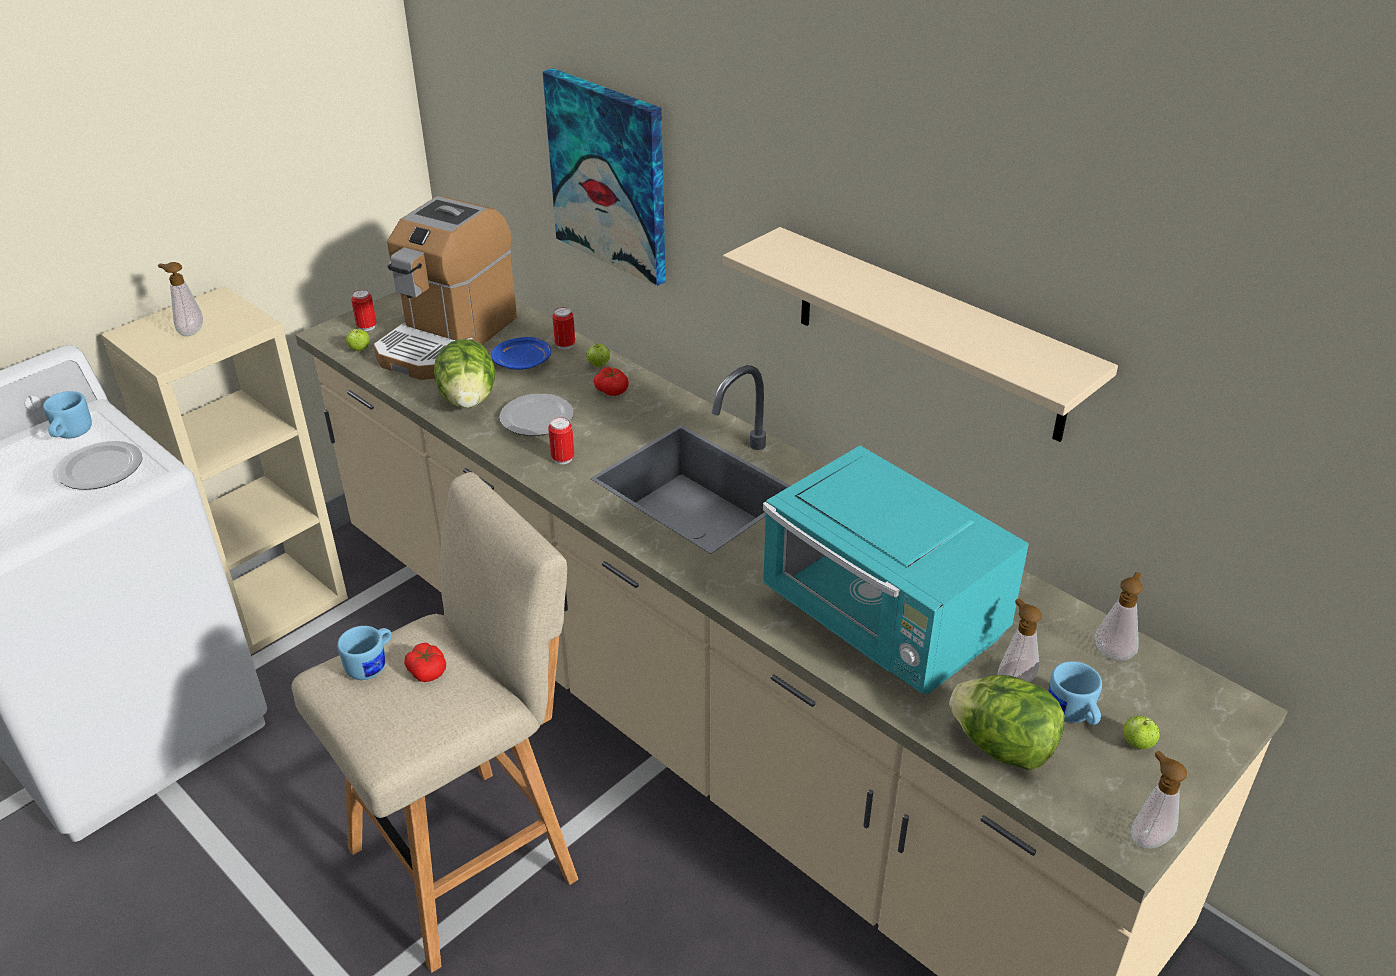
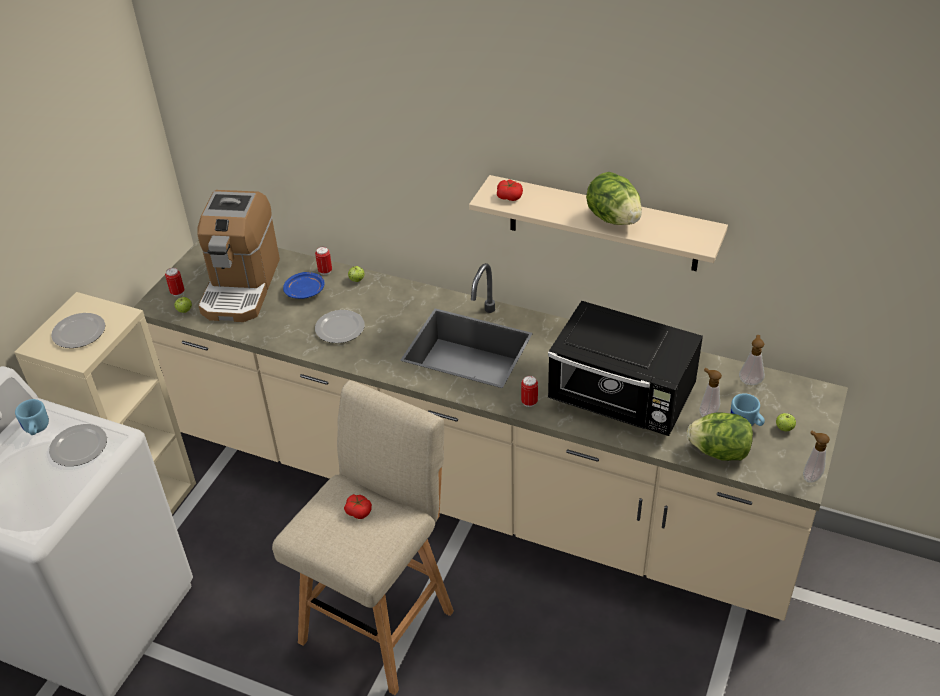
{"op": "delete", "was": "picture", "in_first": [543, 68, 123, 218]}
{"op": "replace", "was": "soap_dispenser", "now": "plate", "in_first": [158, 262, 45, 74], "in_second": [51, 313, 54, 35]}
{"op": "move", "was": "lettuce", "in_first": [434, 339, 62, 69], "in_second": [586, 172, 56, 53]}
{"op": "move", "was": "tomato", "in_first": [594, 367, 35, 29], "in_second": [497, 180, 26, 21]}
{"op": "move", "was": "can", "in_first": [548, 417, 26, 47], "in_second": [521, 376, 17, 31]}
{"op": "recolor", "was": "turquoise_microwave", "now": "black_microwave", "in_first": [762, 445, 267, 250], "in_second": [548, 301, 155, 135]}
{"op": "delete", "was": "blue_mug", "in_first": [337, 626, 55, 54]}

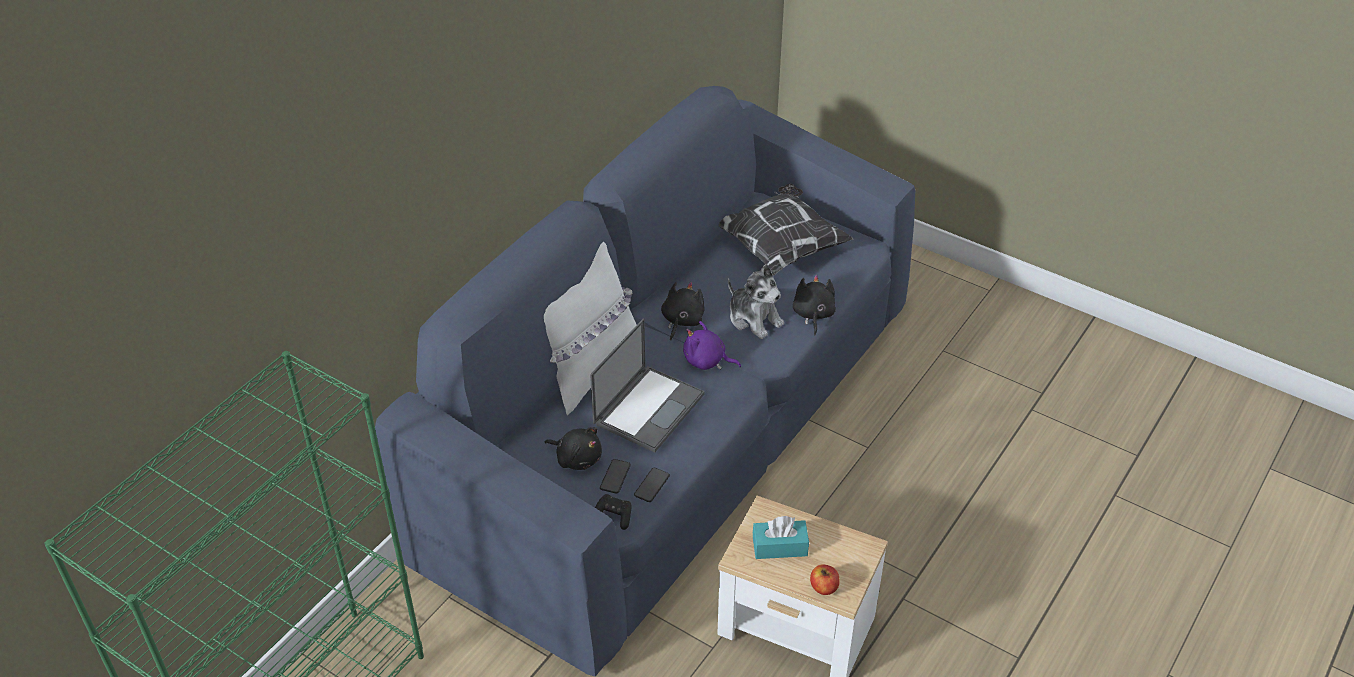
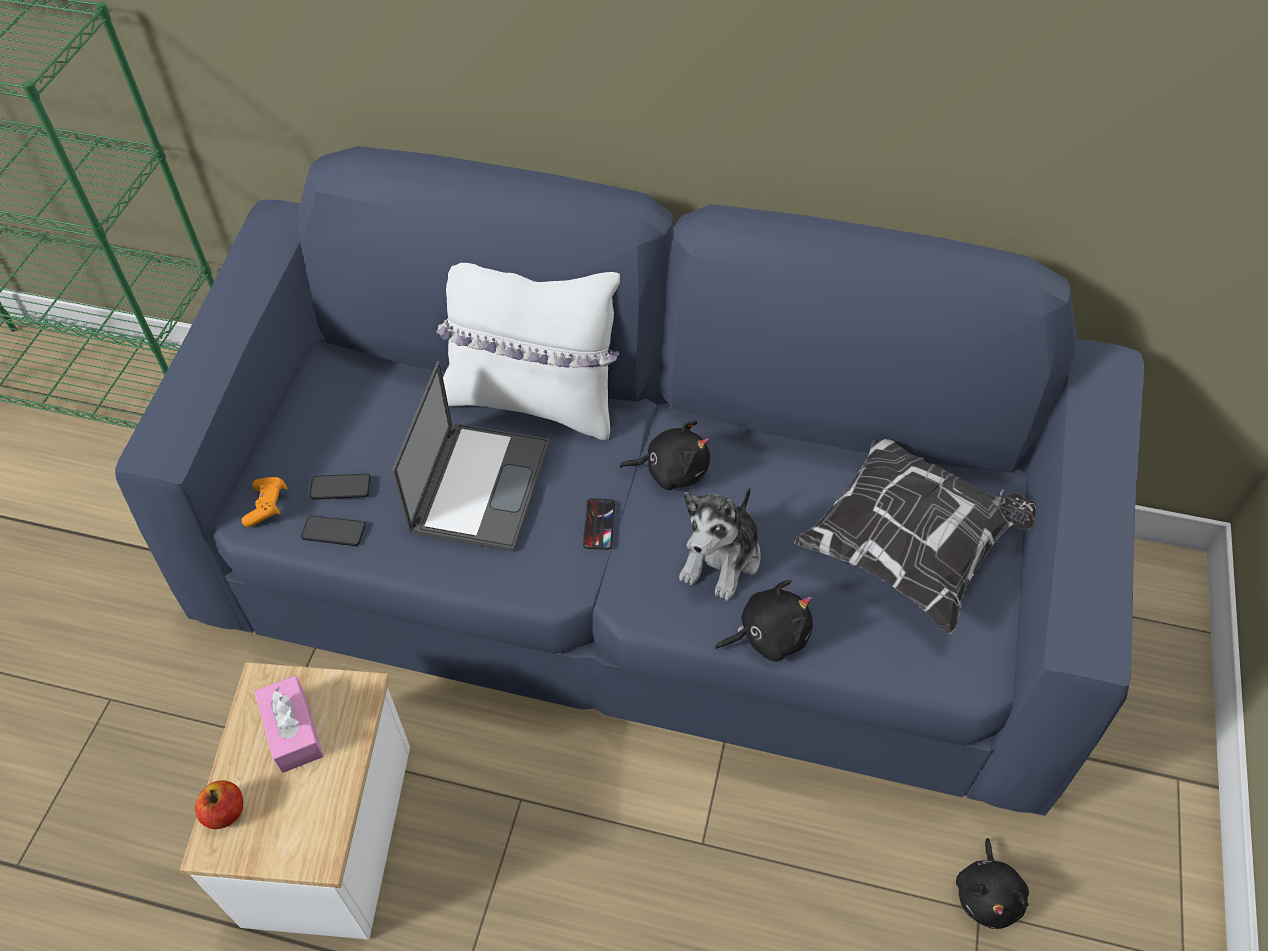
{"op": "rotate", "was": "laptop", "in_first": [590, 319, 115, 134], "in_second": [391, 361, 159, 191], "clockwise": -90}
{"op": "replace", "was": "purple_plush_toy", "now": "phone", "in_first": [683, 321, 58, 49], "in_second": [583, 498, 32, 52]}
{"op": "move", "was": "black_plush_toy", "in_first": [545, 427, 57, 43], "in_second": [956, 838, 73, 91]}
{"op": "recolor", "was": "black_game_controller", "now": "orange_game_controller", "in_first": [595, 494, 37, 36], "in_second": [241, 477, 46, 50]}
{"op": "recolor", "was": "turquoise_tissue_box", "now": "pink_tissue_box", "in_first": [753, 516, 56, 43], "in_second": [254, 676, 70, 97]}

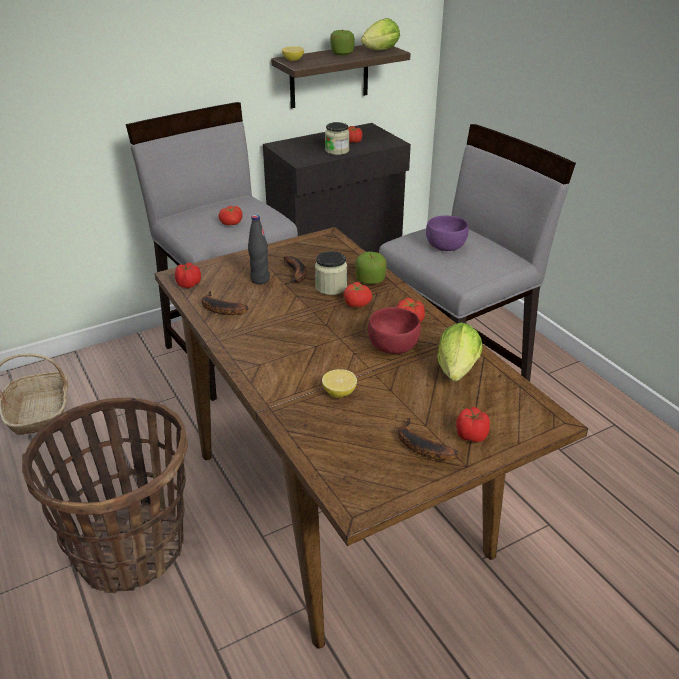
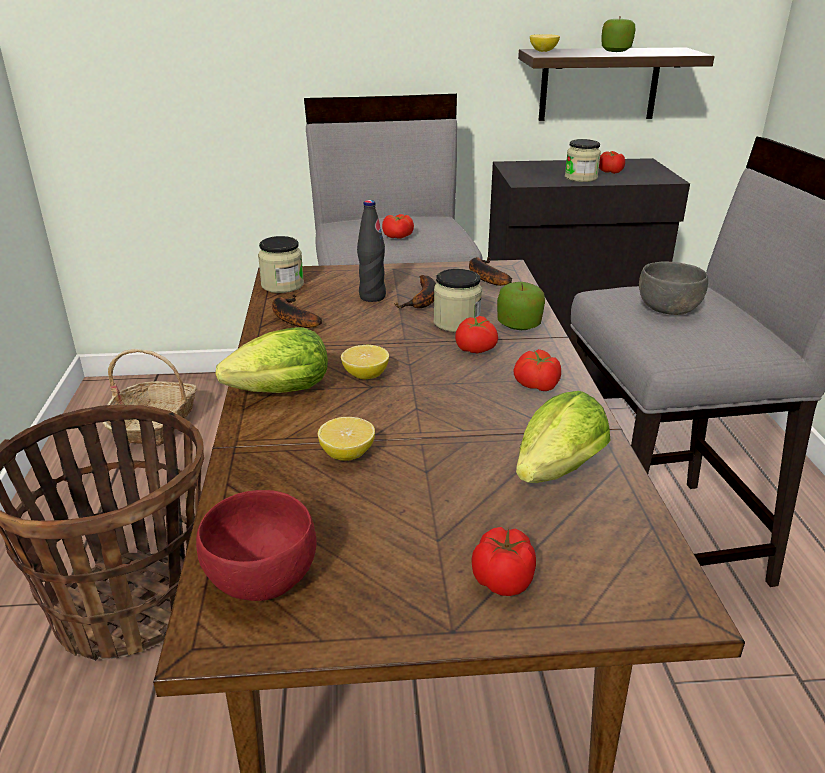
{"op": "move", "was": "lettuce", "in_first": [361, 18, 39, 33], "in_second": [215, 327, 113, 66]}
{"op": "recolor", "was": "purple_bowl", "now": "grey_bowl", "in_first": [426, 215, 43, 36], "in_second": [639, 261, 69, 54]}
{"op": "replace", "was": "tomato", "now": "jar", "in_first": [175, 262, 26, 26], "in_second": [258, 236, 46, 57]}
{"op": "move", "was": "red_bowl", "in_first": [368, 307, 53, 47], "in_second": [196, 490, 121, 111]}
{"op": "move", "was": "banana", "in_first": [398, 417, 60, 43], "in_second": [469, 257, 43, 29]}
{"op": "insert", "now": "lemon", "in_second": [341, 345, 48, 34]}

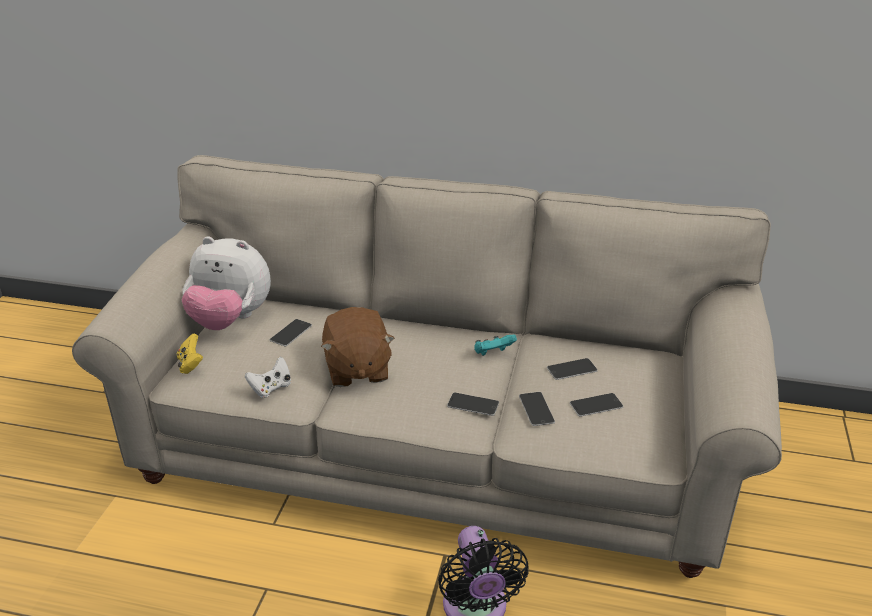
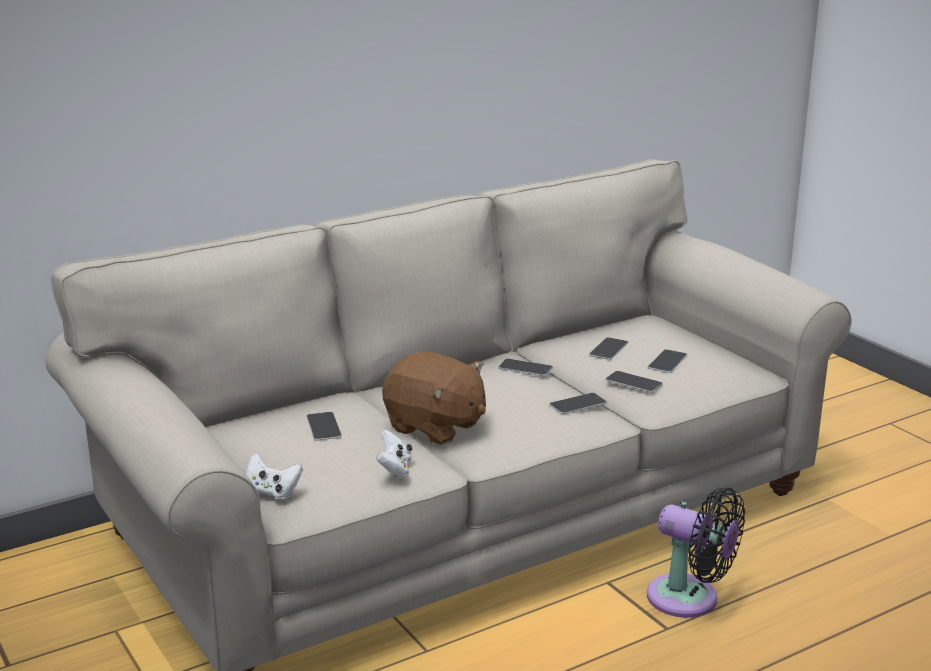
{"op": "delete", "was": "plush_toy", "in_first": [181, 236, 90, 94]}
{"op": "recolor", "was": "yellow_game_controller", "now": "white_game_controller", "in_first": [177, 333, 26, 41], "in_second": [246, 453, 57, 47]}
{"op": "replace", "was": "turquoise_game_controller", "now": "phone", "in_first": [474, 335, 43, 21], "in_second": [498, 359, 55, 17]}

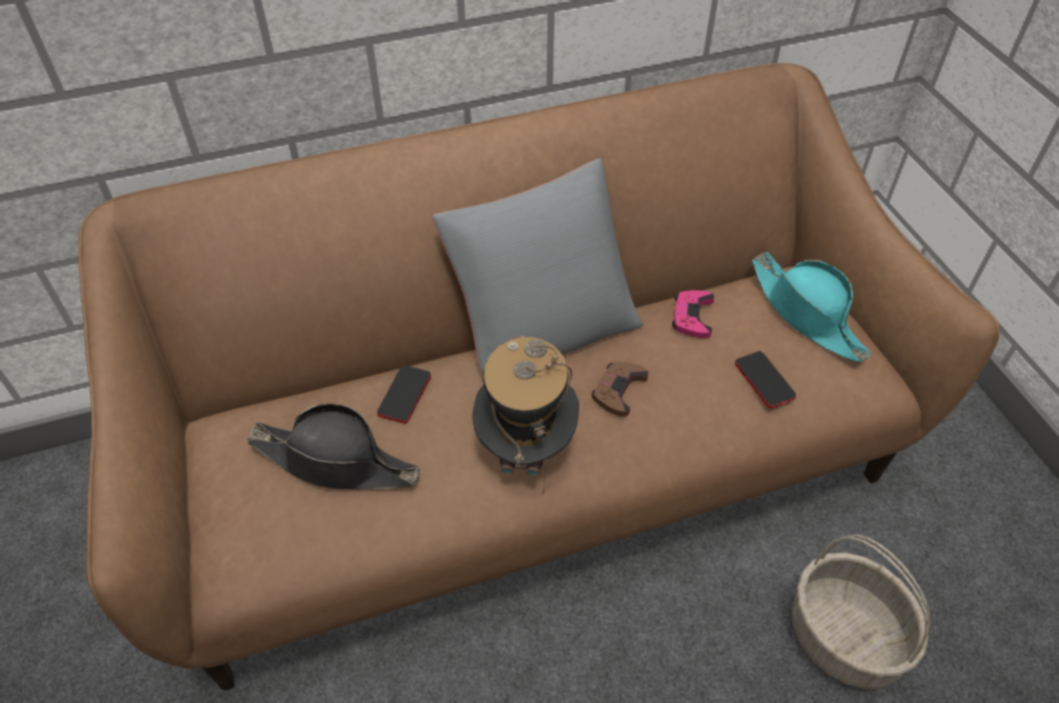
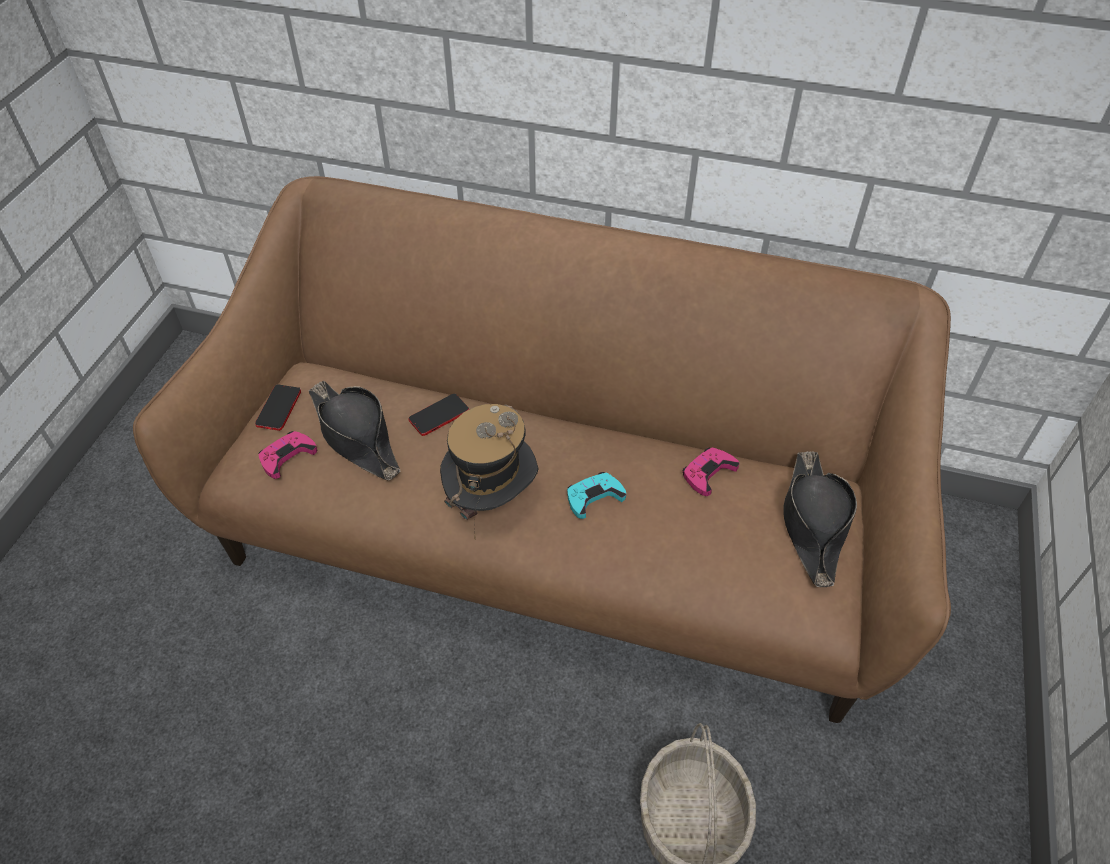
{"op": "delete", "was": "grey_pillow", "in_first": [433, 158, 210, 220]}
{"op": "recolor", "was": "turquoise_hat", "now": "black_hat", "in_first": [752, 252, 119, 111], "in_second": [783, 451, 74, 136]}
{"op": "move", "was": "phone", "in_first": [735, 351, 61, 57], "in_second": [255, 384, 46, 47]}
{"op": "recolor", "was": "brown_game_controller", "now": "turquoise_game_controller", "in_first": [592, 362, 57, 55], "in_second": [567, 472, 59, 47]}
{"op": "insert", "now": "pink_game_controller", "in_second": [258, 431, 60, 48]}

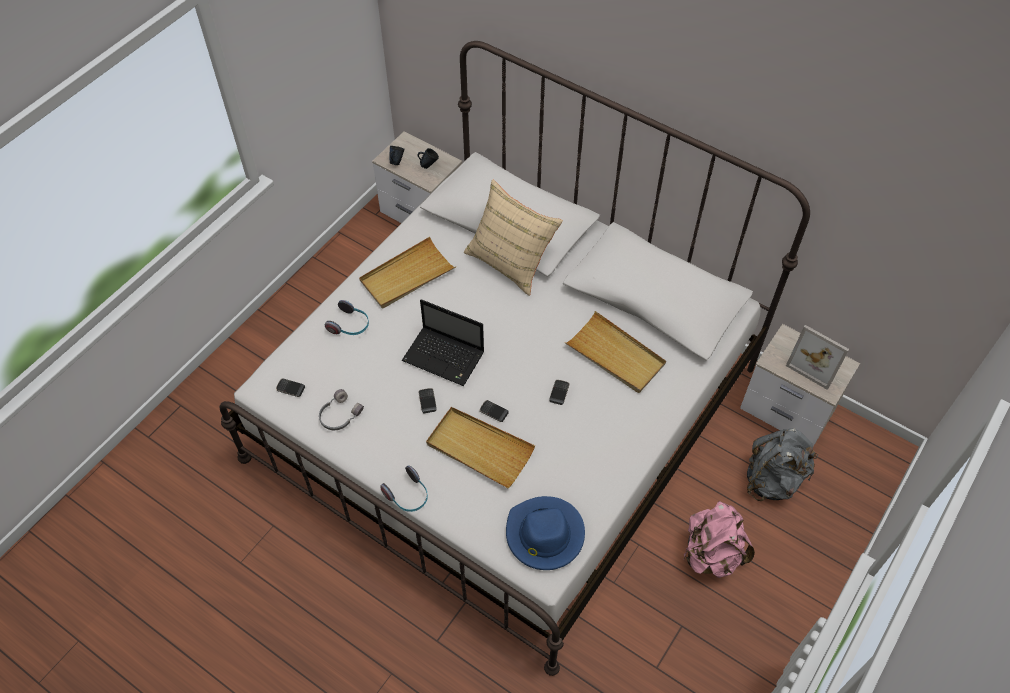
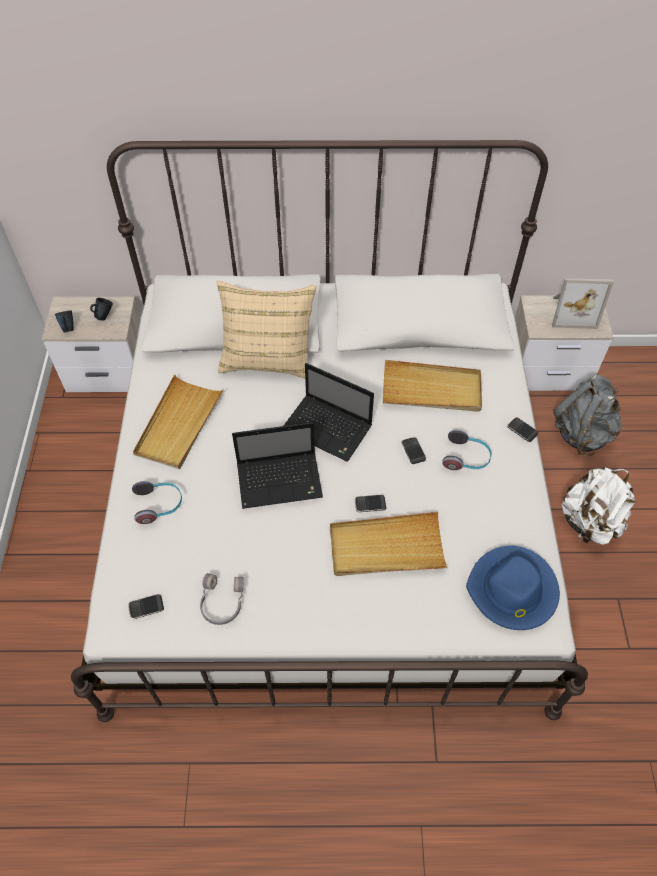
{"op": "move", "was": "phone", "in_first": [418, 388, 19, 25], "in_second": [507, 417, 31, 25]}
{"op": "move", "was": "headphones", "in_first": [380, 465, 48, 47], "in_second": [442, 430, 50, 40]}
{"op": "recolor", "was": "pink_backpack", "now": "white_backpack", "in_first": [683, 501, 72, 77], "in_second": [561, 467, 74, 78]}
{"op": "insert", "now": "laptop", "in_second": [284, 363, 90, 99]}

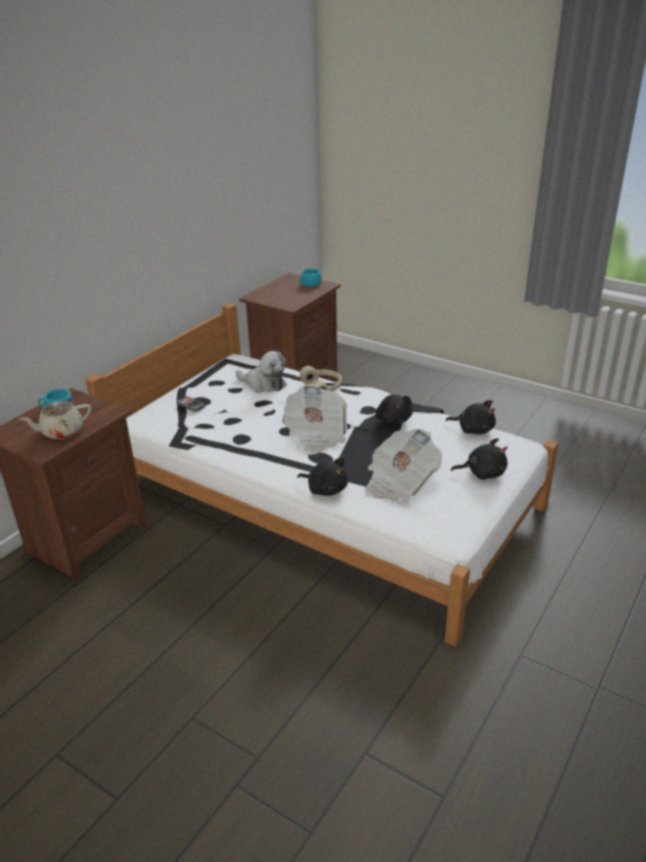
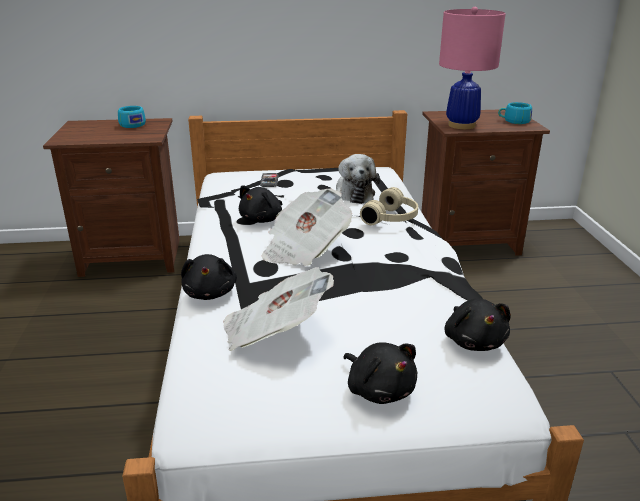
{"op": "move", "was": "black_plush_toy", "in_first": [376, 394, 36, 30], "in_second": [239, 185, 43, 38]}
{"op": "delete", "was": "beige_teapot", "in_first": [20, 401, 71, 38]}
{"op": "insert", "now": "pink_table_lamp", "in_second": [439, 7, 67, 122]}

